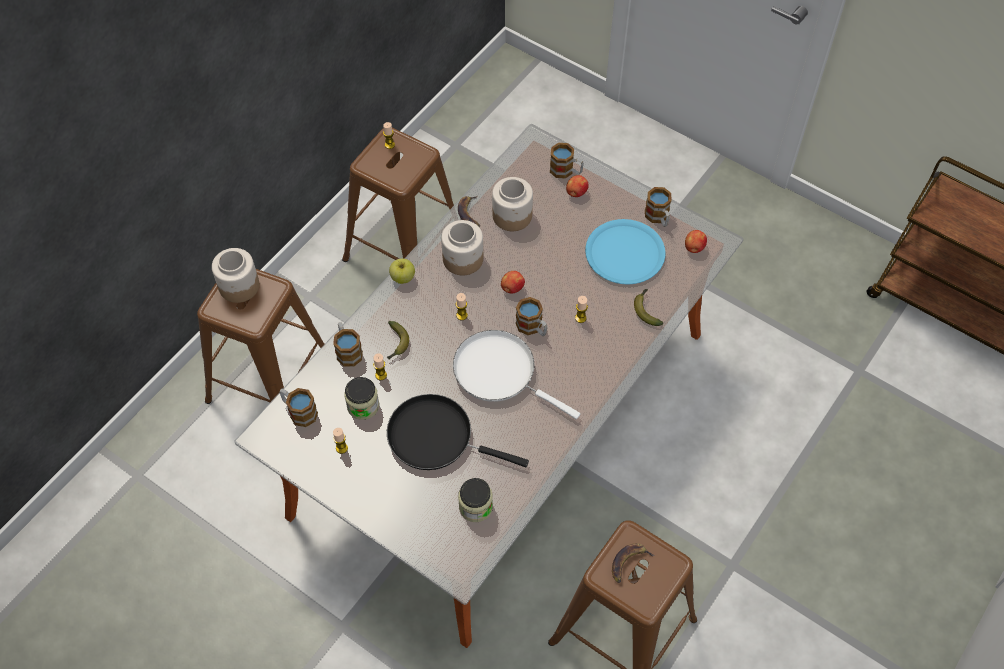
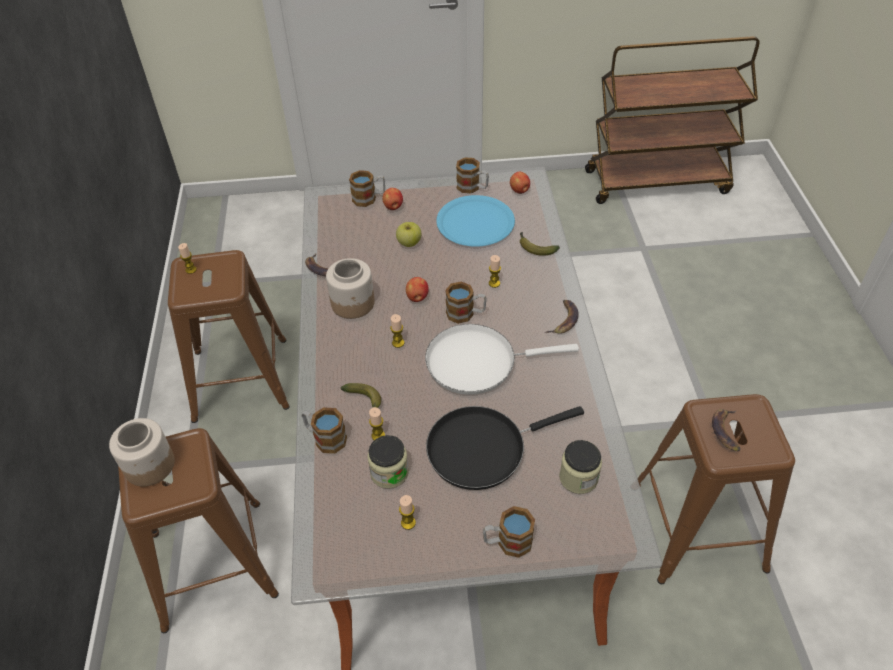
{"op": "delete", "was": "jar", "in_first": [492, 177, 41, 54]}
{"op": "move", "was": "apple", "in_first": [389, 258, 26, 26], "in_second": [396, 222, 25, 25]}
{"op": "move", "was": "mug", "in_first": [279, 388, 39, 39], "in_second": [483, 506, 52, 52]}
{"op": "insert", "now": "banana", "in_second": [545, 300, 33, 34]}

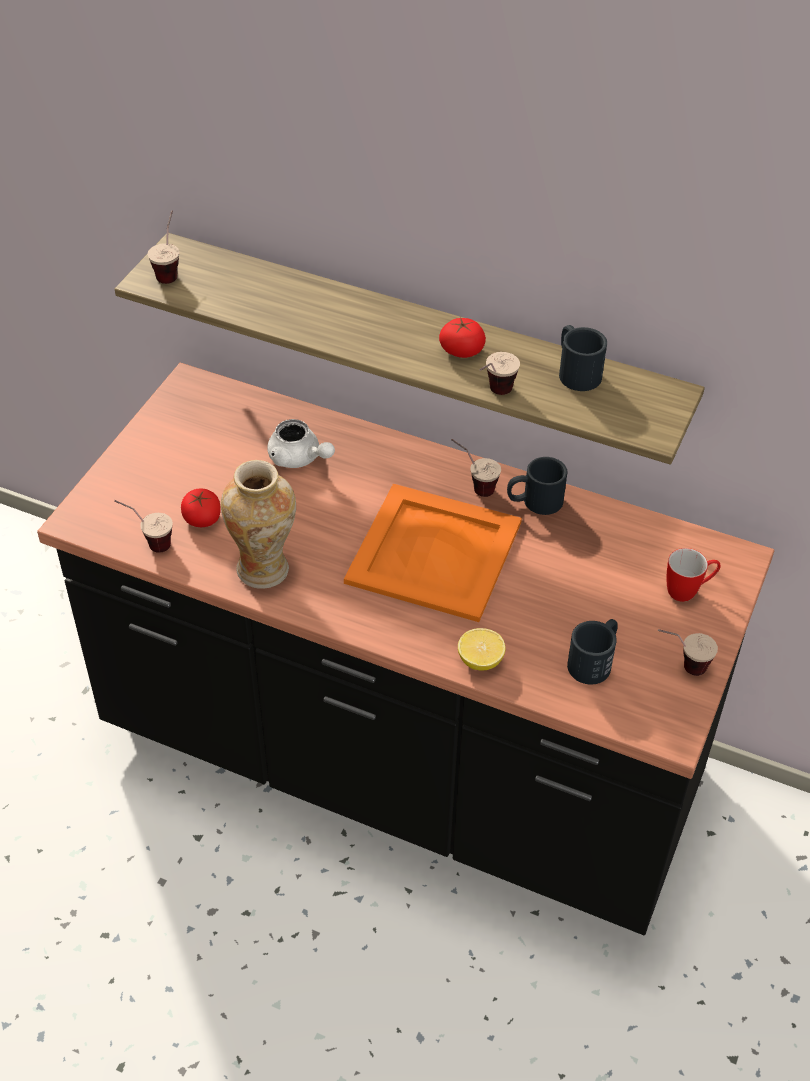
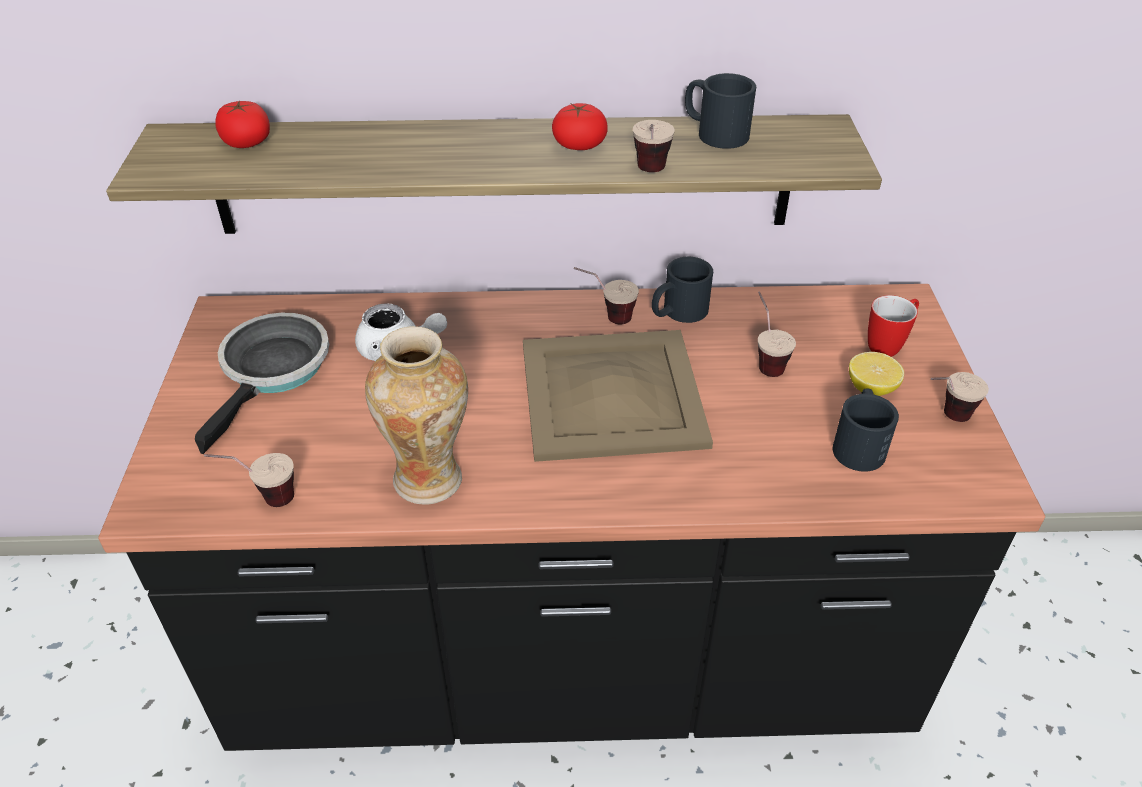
{"op": "move", "was": "cup", "in_first": [148, 211, 31, 73], "in_second": [758, 291, 38, 86]}
{"op": "recolor", "was": "orange_tray", "now": "beige_tray", "in_first": [344, 484, 178, 138], "in_second": [523, 330, 190, 132]}
{"op": "move", "was": "tomato", "in_first": [181, 489, 40, 38], "in_second": [215, 100, 55, 48]}
{"op": "move", "was": "lemon", "in_first": [458, 628, 48, 43], "in_second": [849, 352, 55, 44]}
{"op": "insert", "now": "frying_pan", "in_second": [195, 313, 134, 141]}

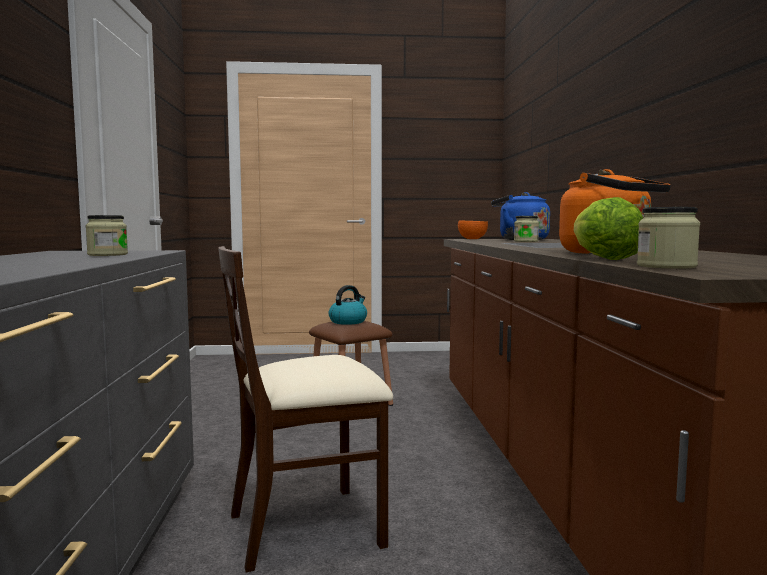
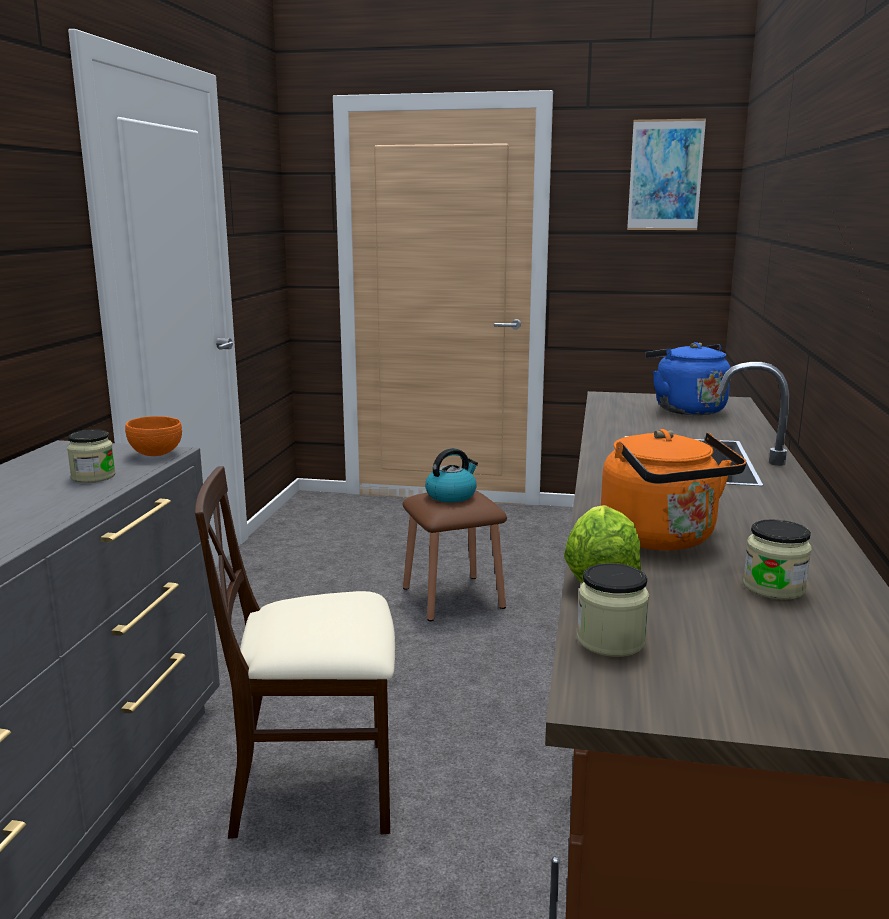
{"op": "move", "was": "jar", "in_first": [514, 216, 25, 26], "in_second": [743, 519, 69, 81]}
{"op": "move", "was": "orange_bowl", "in_first": [458, 220, 30, 19], "in_second": [125, 416, 57, 40]}
{"op": "insert", "now": "picture", "in_second": [627, 118, 79, 112]}

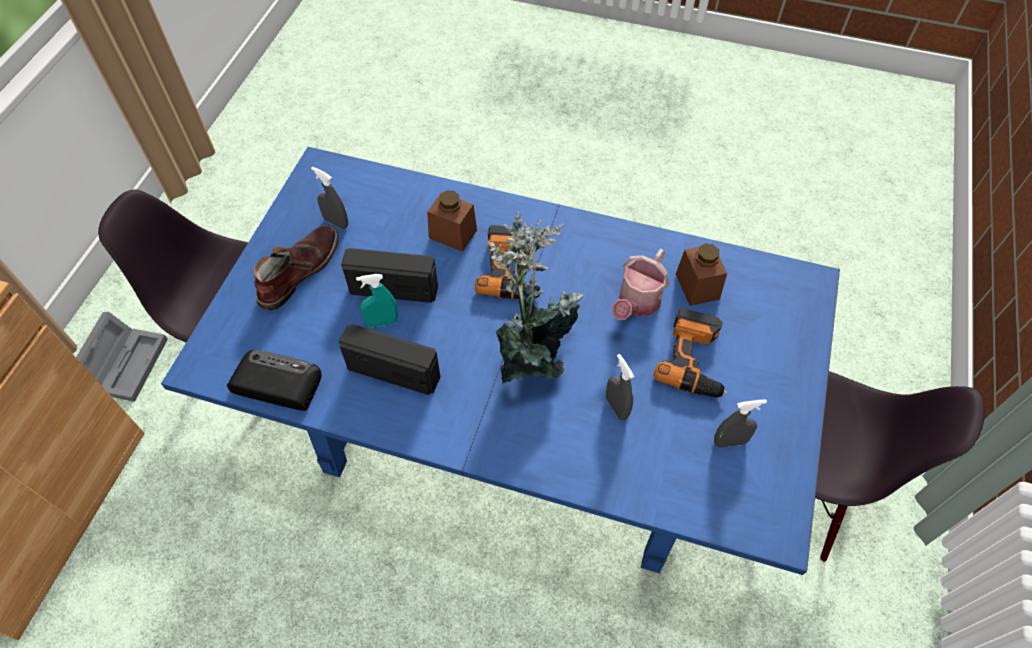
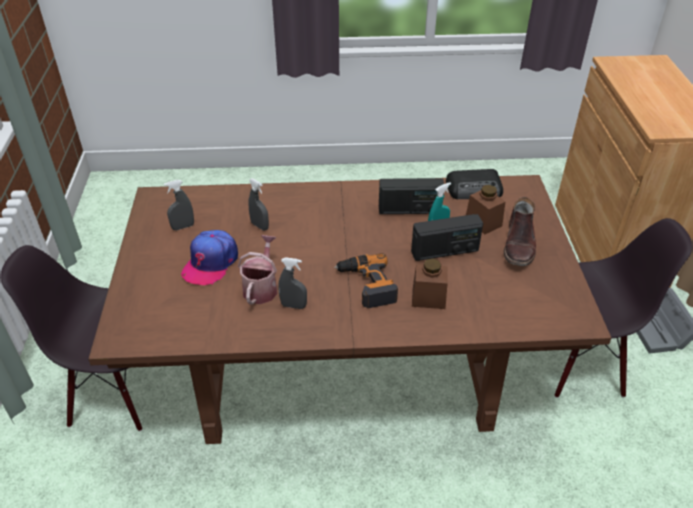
{"op": "recolor", "was": "blue_dining_table", "now": "brown_dining_table", "in_first": [161, 147, 679, 428], "in_second": [88, 175, 524, 269]}
{"op": "move", "was": "grey_spray_bottle", "in_first": [311, 167, 37, 62], "in_second": [279, 257, 28, 52]}
{"op": "delete", "was": "potted_plant", "in_first": [487, 211, 97, 174]}
{"op": "move", "was": "brown_jar", "in_first": [676, 243, 51, 63], "in_second": [466, 185, 39, 49]}
{"op": "replace", "was": "power_drill", "now": "cap", "in_first": [653, 308, 75, 90], "in_second": [181, 230, 57, 55]}

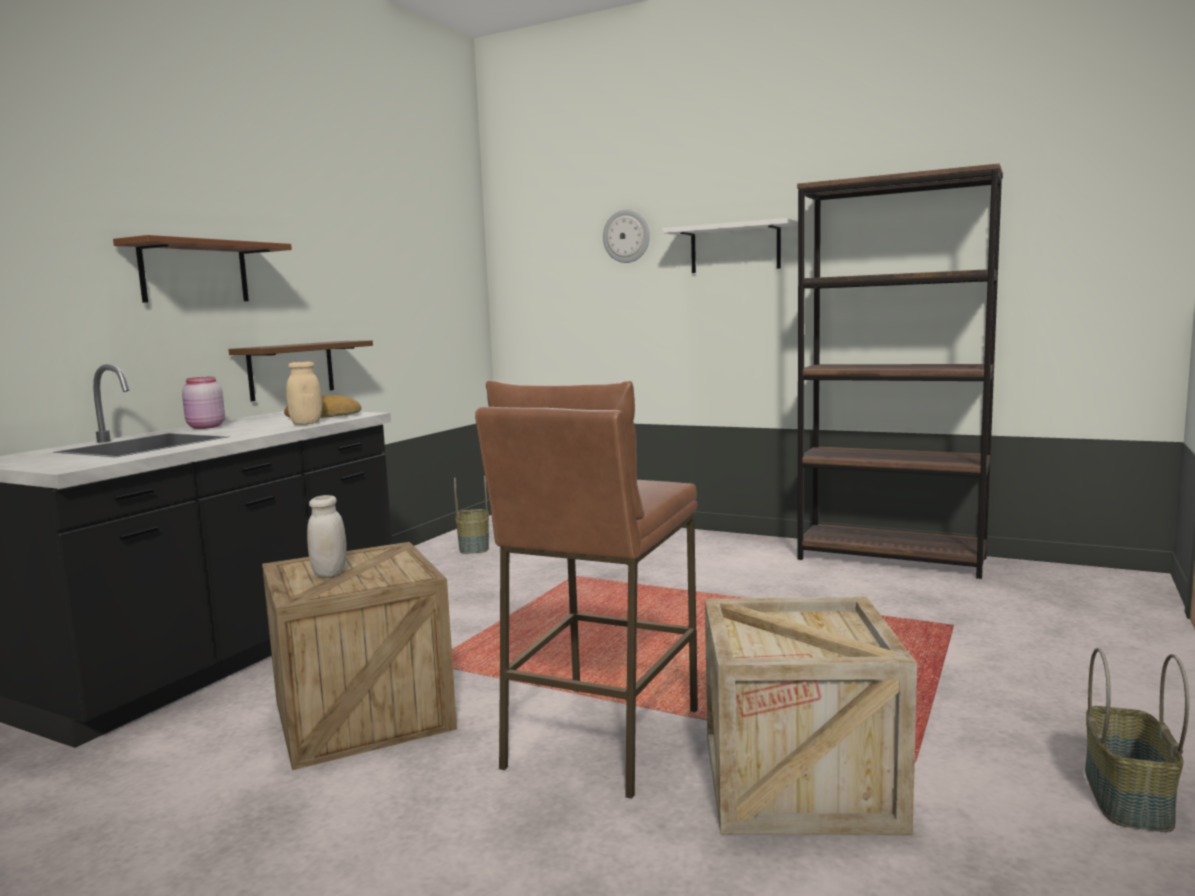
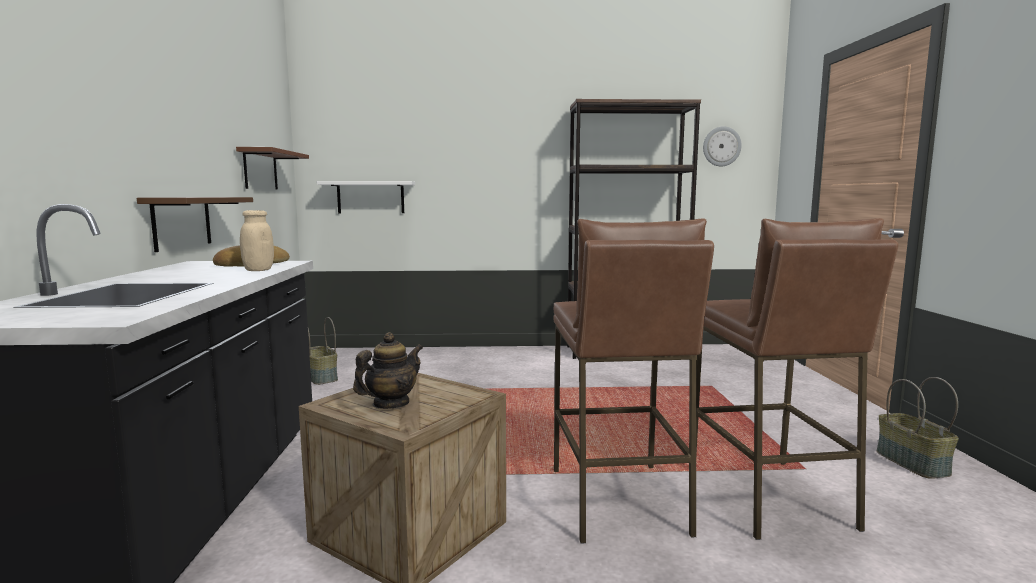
{"op": "move", "was": "wall_clock", "in_first": [603, 209, 47, 54], "in_second": [703, 126, 39, 40]}
{"op": "move", "was": "white_shelf", "in_first": [662, 218, 136, 55], "in_second": [317, 181, 98, 32]}
{"op": "move", "was": "brown_shelf", "in_first": [113, 235, 179, 68], "in_second": [236, 147, 73, 43]}
{"op": "delete", "was": "pink_jar", "in_first": [182, 377, 43, 52]}
{"op": "replace", "was": "white_jar", "now": "teapot", "in_first": [307, 495, 40, 82], "in_second": [353, 332, 70, 77]}
{"op": "replace", "was": "crate", "now": "brown_stool", "in_first": [705, 596, 212, 239], "in_second": [696, 218, 202, 322]}

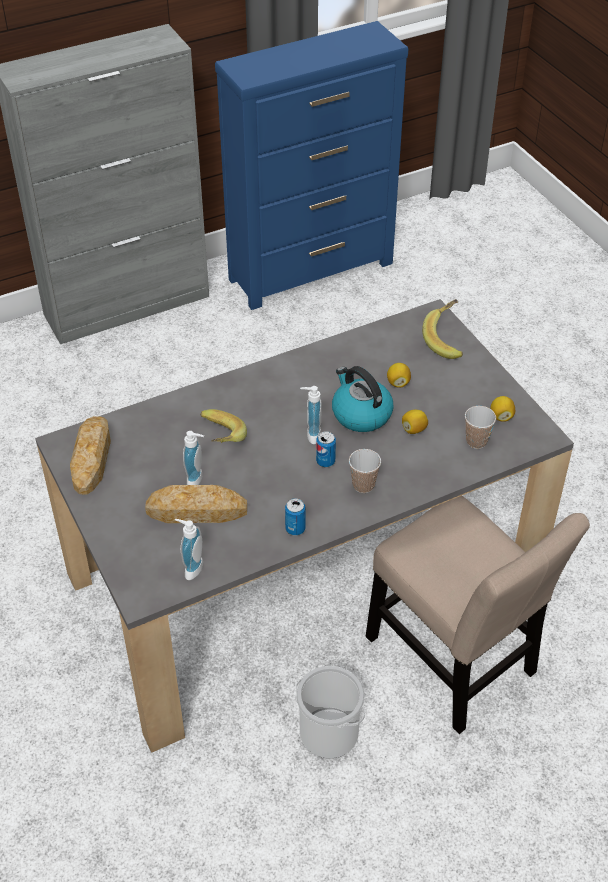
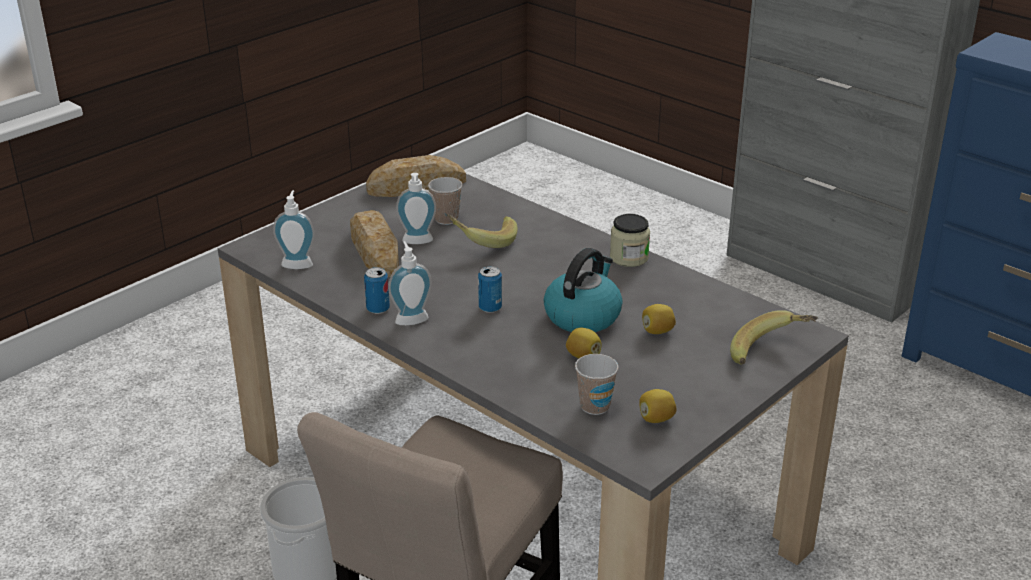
{"op": "move", "was": "soap_dispenser", "in_first": [300, 386, 22, 58], "in_second": [388, 241, 44, 84]}
{"op": "move", "was": "cup", "in_first": [349, 449, 32, 44], "in_second": [428, 177, 34, 48]}
{"op": "insert", "now": "jar", "in_second": [610, 214, 40, 53]}

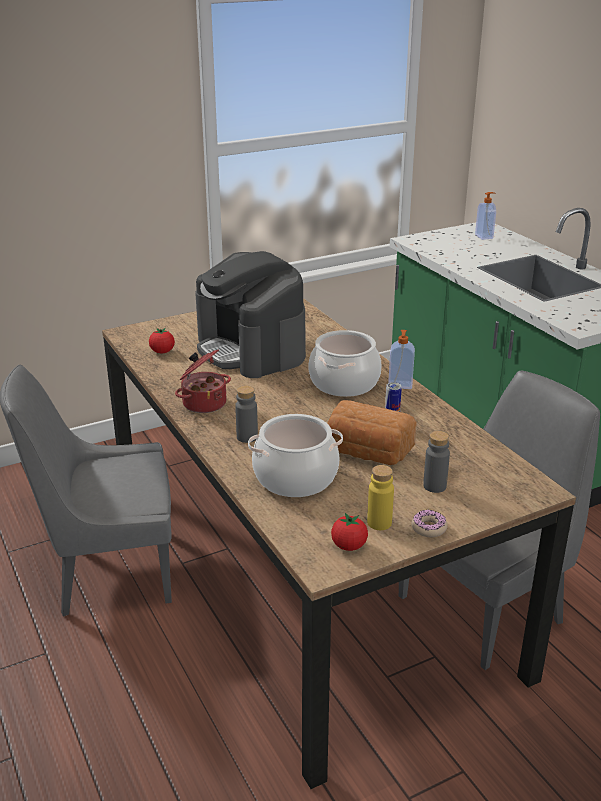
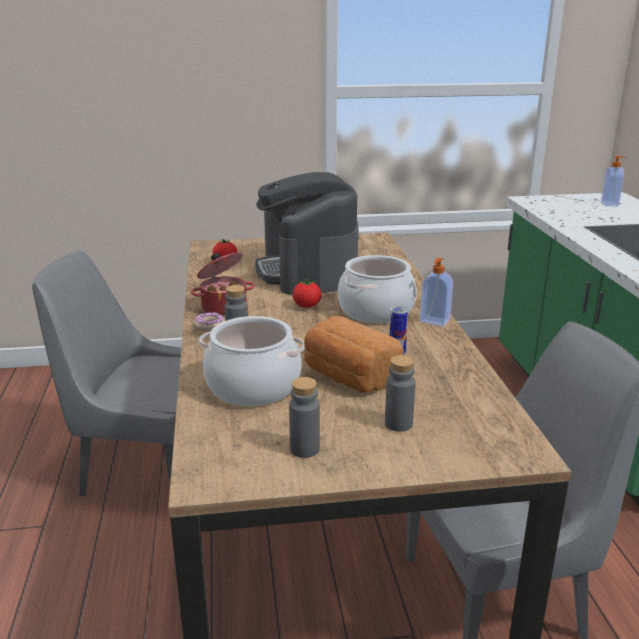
{"op": "recolor", "was": "yellow_bottle", "now": "grey_bottle", "in_first": [367, 465, 27, 65], "in_second": [289, 377, 31, 81]}
{"op": "move", "was": "donut", "in_first": [412, 510, 36, 27], "in_second": [194, 312, 31, 20]}
{"op": "move", "was": "tomato", "in_first": [331, 513, 37, 38], "in_second": [293, 278, 28, 30]}

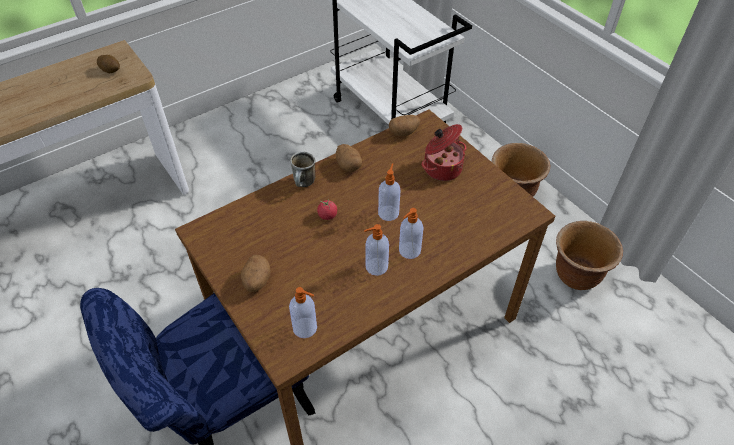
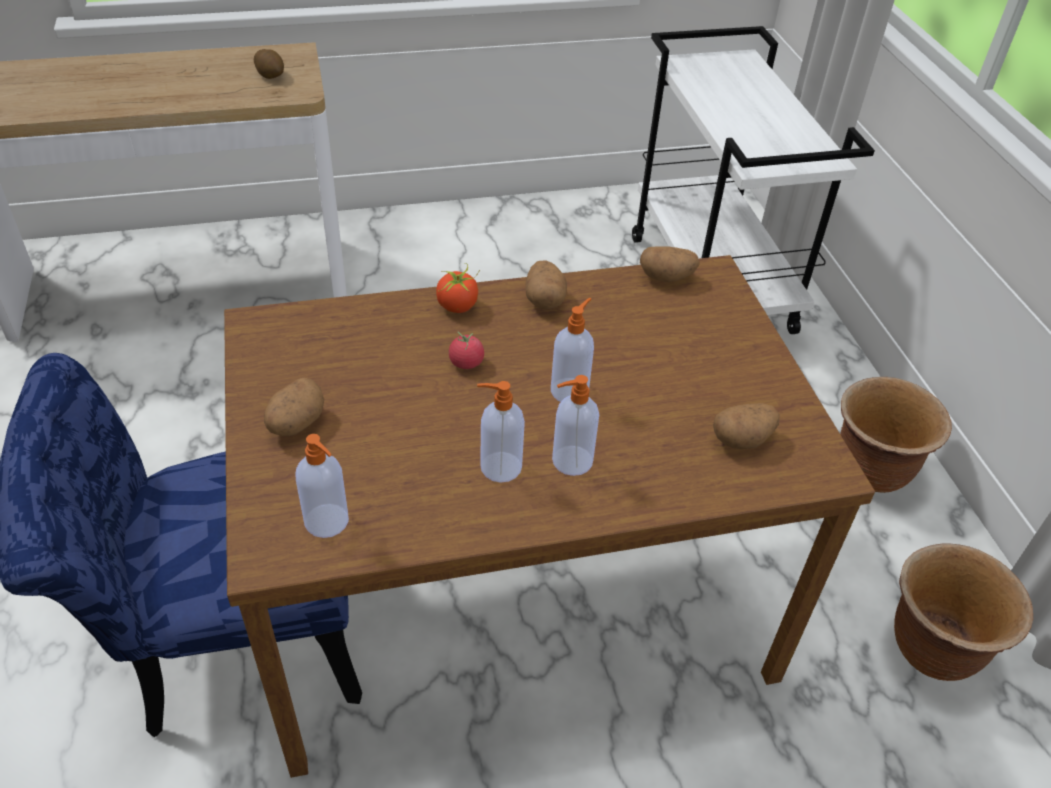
{"op": "delete", "was": "cooking_pot", "in_first": [422, 124, 44, 57]}
{"op": "replace", "was": "mug", "now": "tomato", "in_first": [290, 152, 25, 35], "in_second": [436, 263, 44, 50]}
{"op": "insert", "now": "potato", "in_second": [713, 403, 67, 46]}

